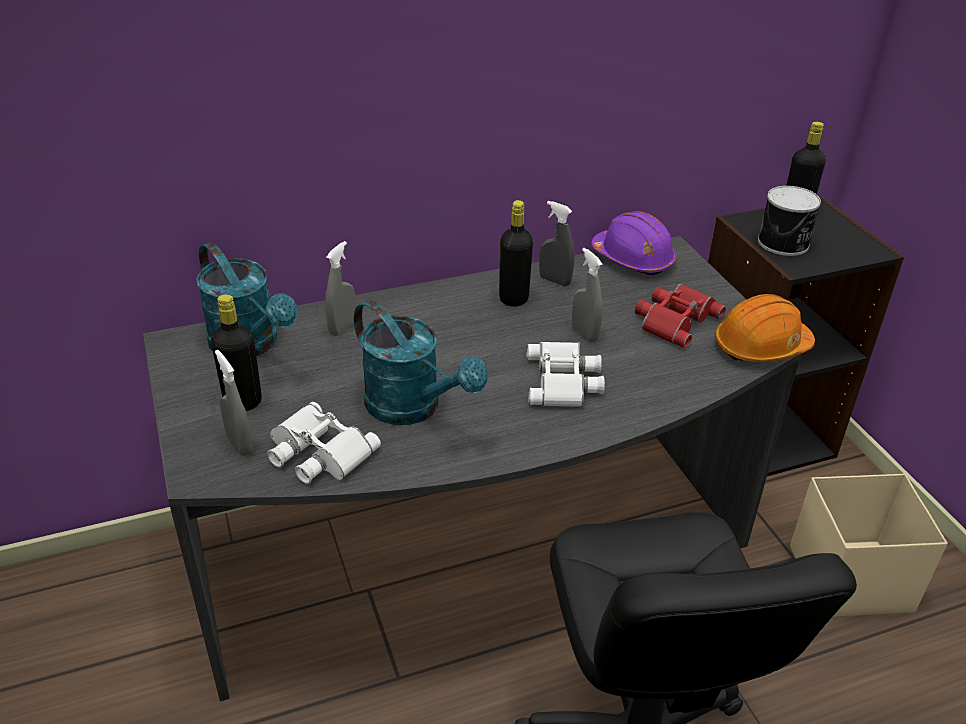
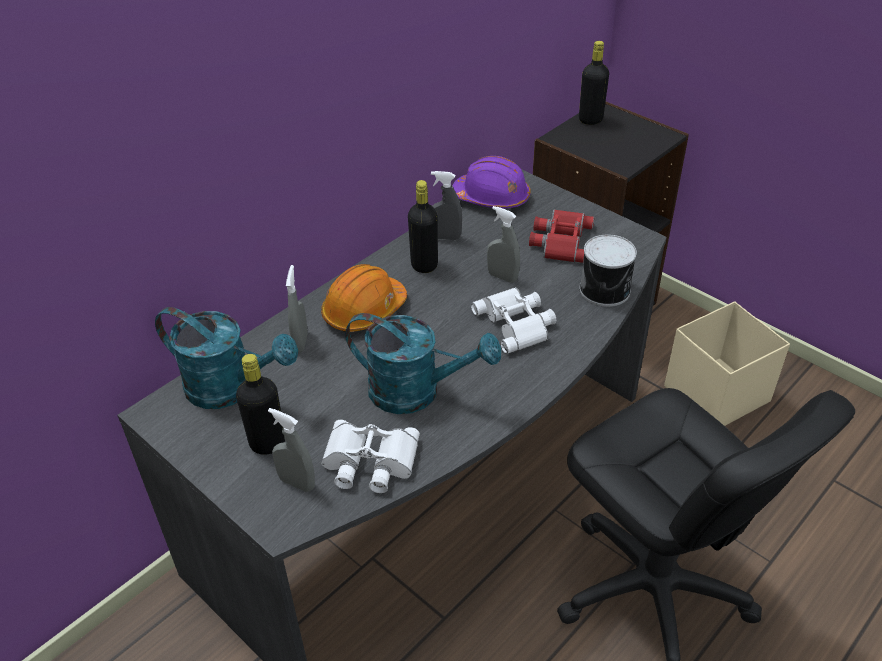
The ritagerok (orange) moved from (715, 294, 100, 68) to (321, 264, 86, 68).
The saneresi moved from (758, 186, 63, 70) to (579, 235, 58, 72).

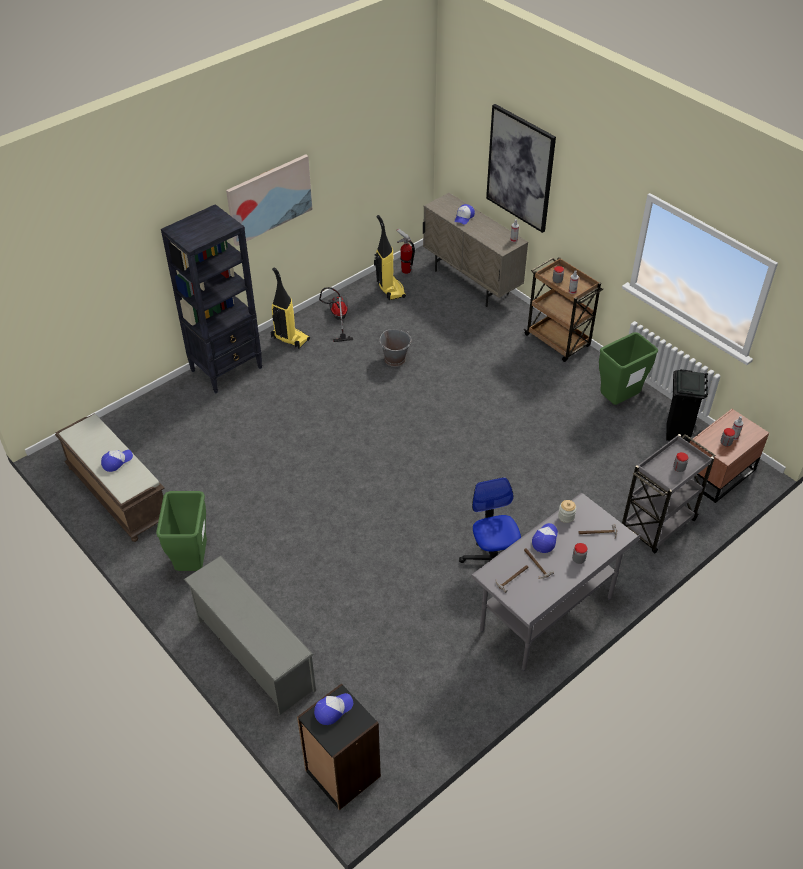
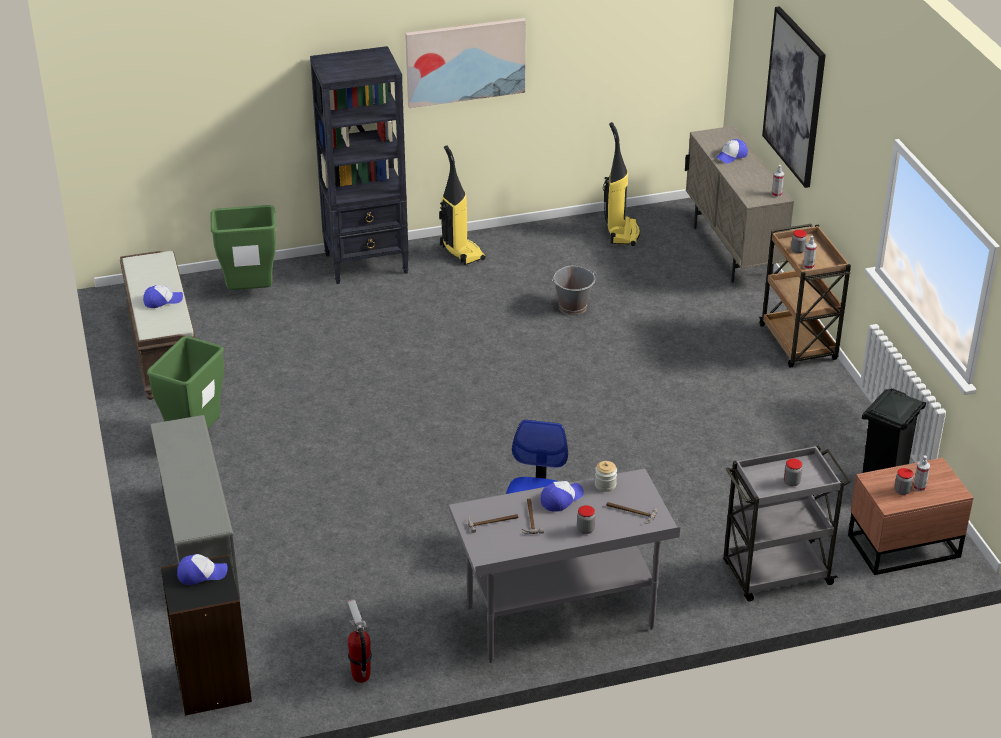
The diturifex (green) moved from (599, 332, 59, 73) to (210, 205, 66, 85).
The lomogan moved from (396, 229, 19, 45) to (347, 599, 25, 84).
The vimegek at (319, 287, 34, 55) disappeared.

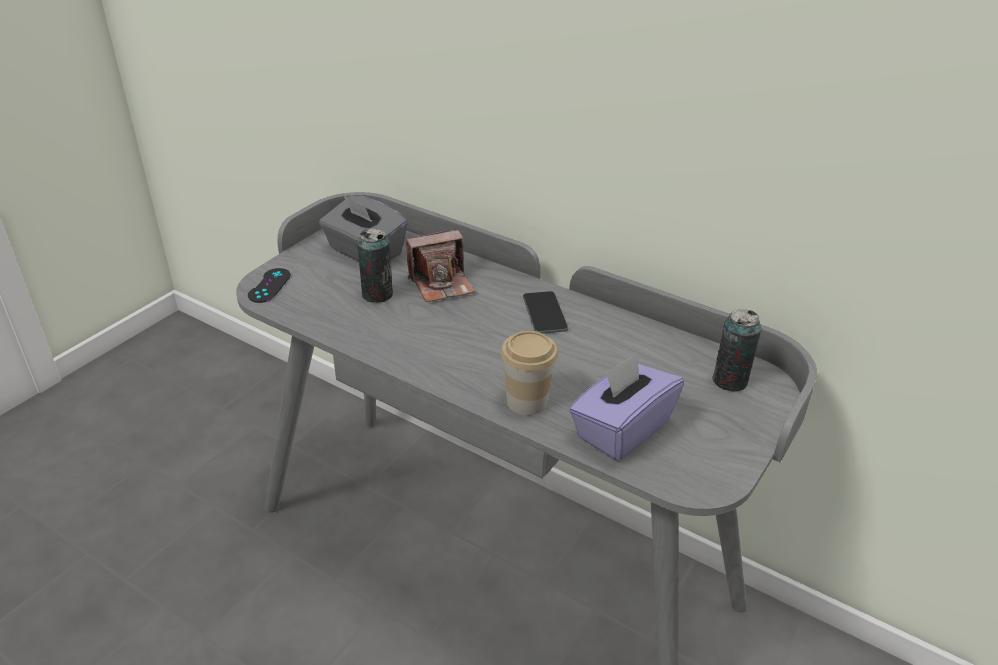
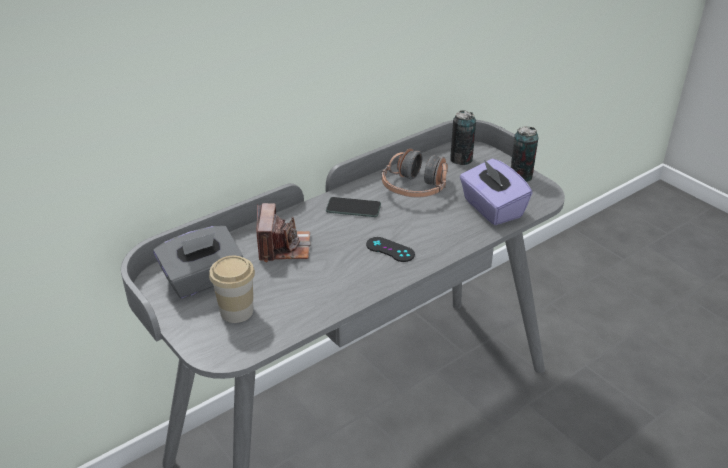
The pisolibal moved from (501, 331, 57, 84) to (209, 256, 46, 67).
The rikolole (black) moved from (248, 268, 43, 35) to (366, 237, 49, 25).
The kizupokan at (381, 148, 67, 50) appeared.
The saneresi moved from (357, 228, 36, 75) to (511, 126, 28, 56).

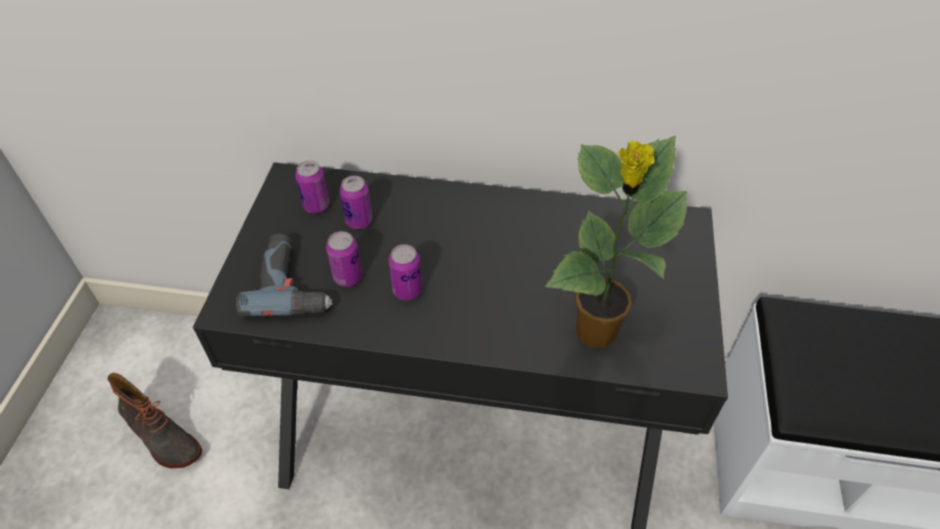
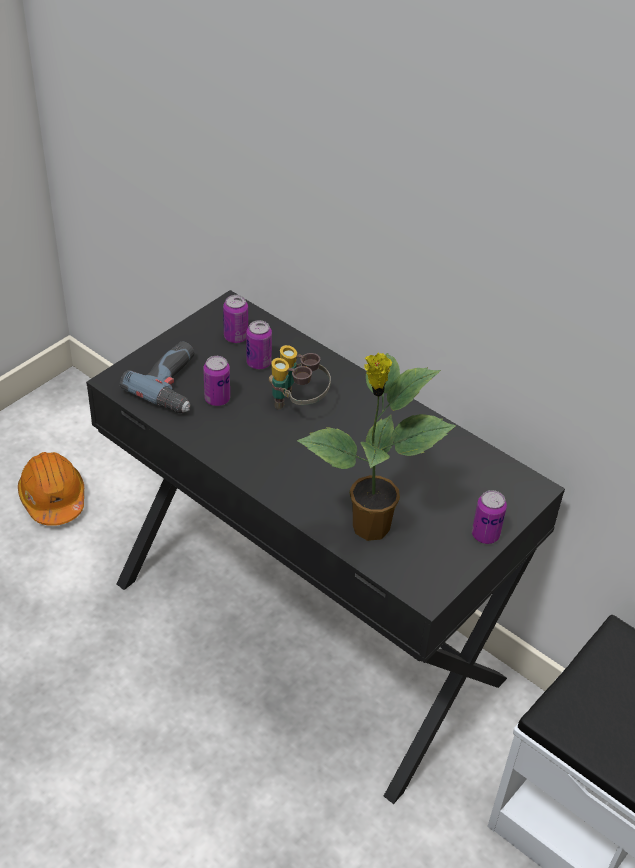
The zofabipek at (107, 373, 95, 95) was replaced by the ritagerok (orange) at (18, 452, 66, 74).
The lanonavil at (269, 345, 62, 65) appeared.
The saneresi moved from (389, 244, 33, 56) to (472, 490, 35, 54).

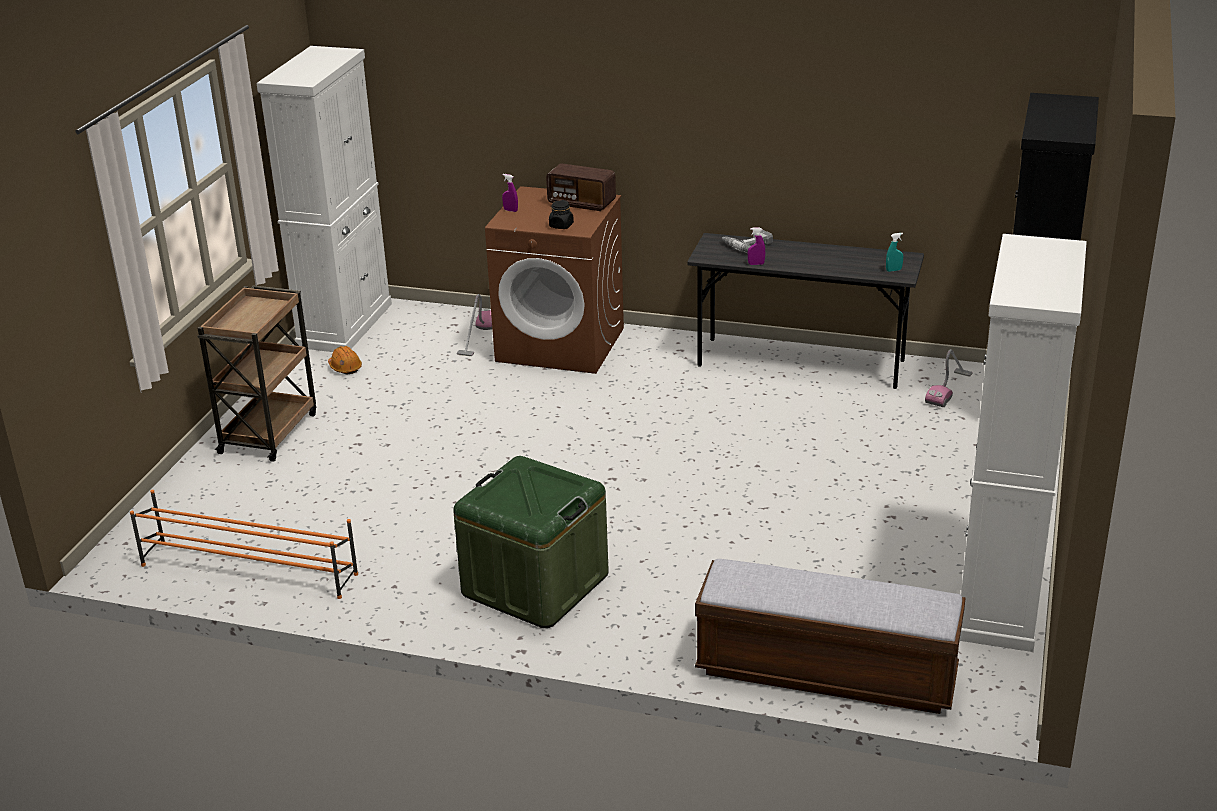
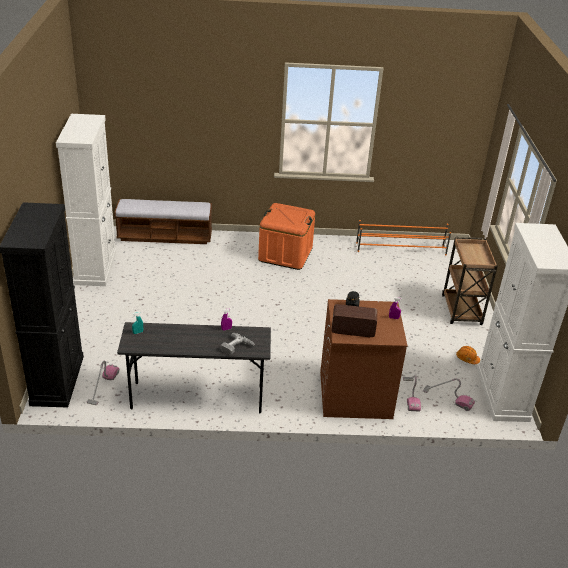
The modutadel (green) at (453, 456, 156, 172) became the modutadel (orange) at (258, 203, 57, 67).
The vimegek at (423, 378, 52, 33) appeared.

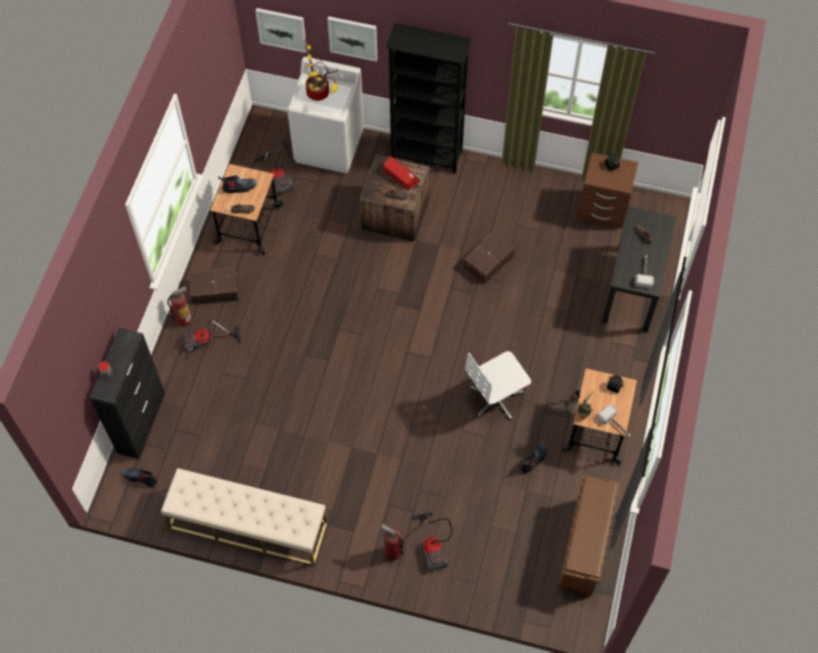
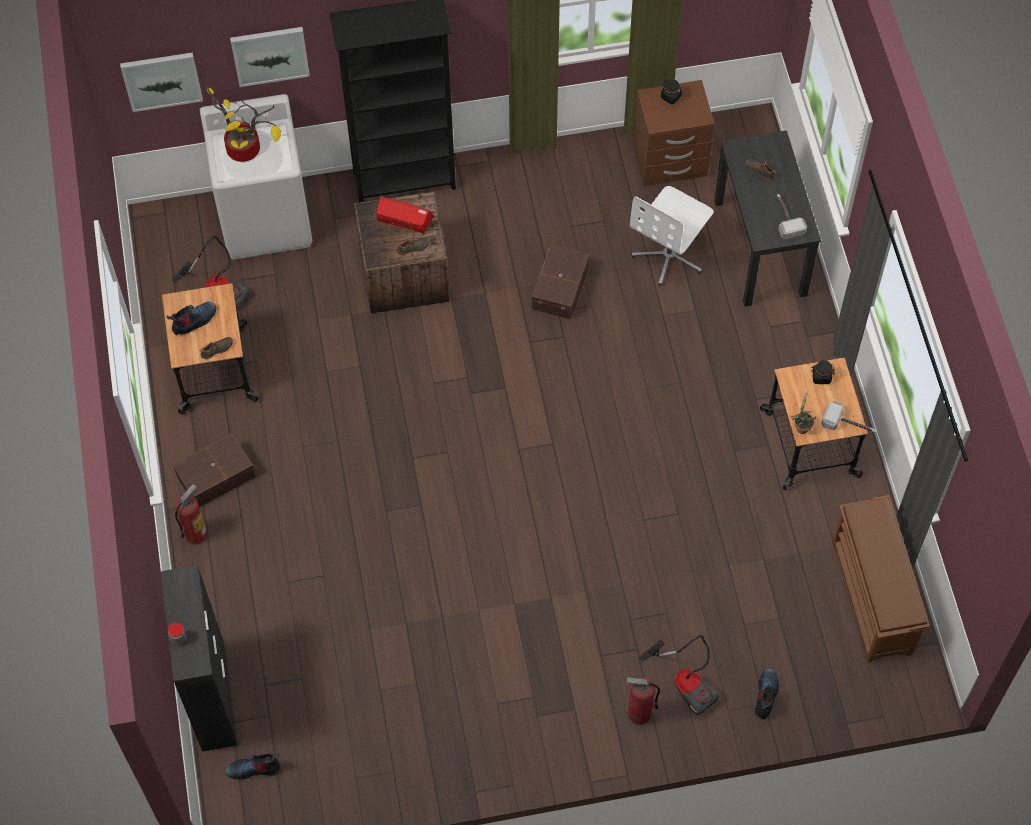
The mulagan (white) moved from (465, 351, 66, 69) to (630, 186, 84, 100).
The zofabipek moved from (520, 444, 26, 29) to (755, 669, 24, 50).
The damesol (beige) at (161, 468, 167, 98) disappeared.
The vimegek at (182, 319, 59, 33) disappeared.

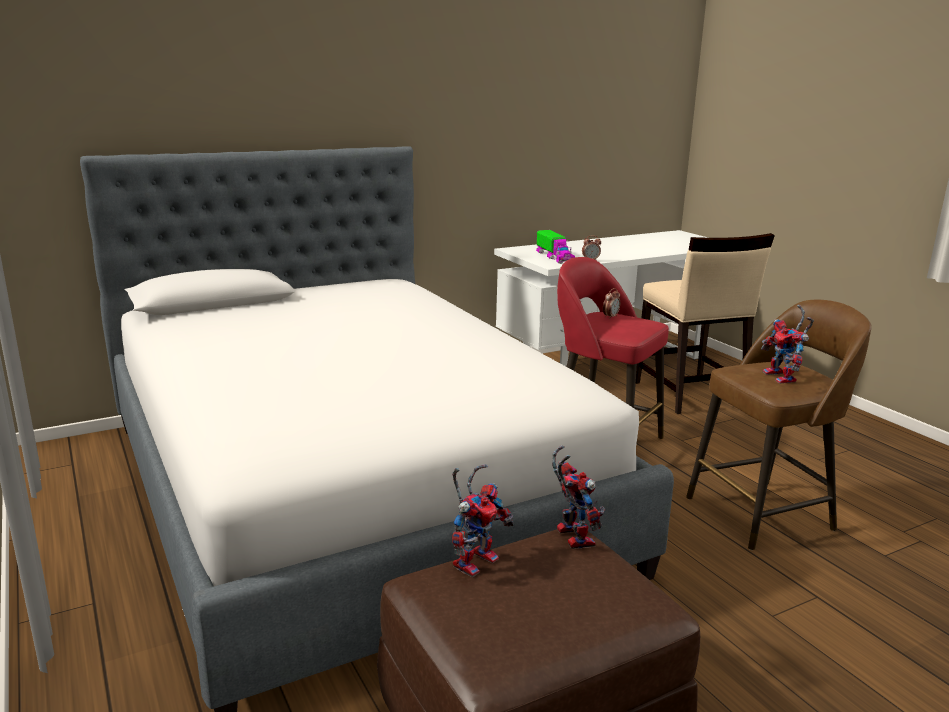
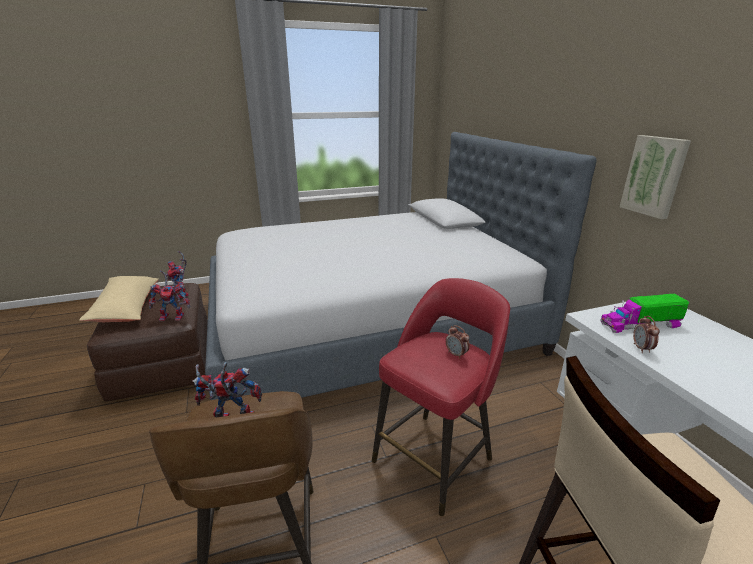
The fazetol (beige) at (79, 276, 80, 46) appeared.
The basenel at (620, 135, 71, 84) appeared.

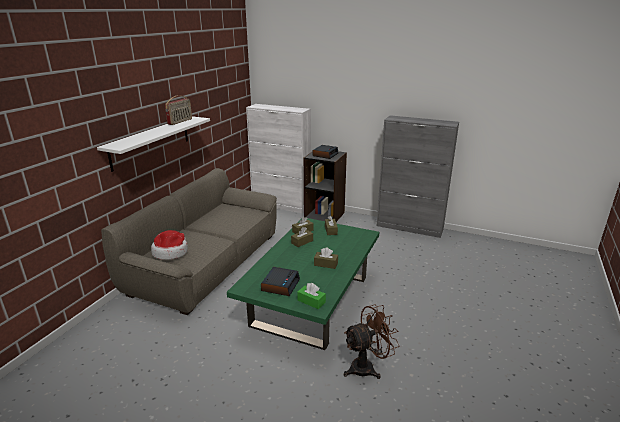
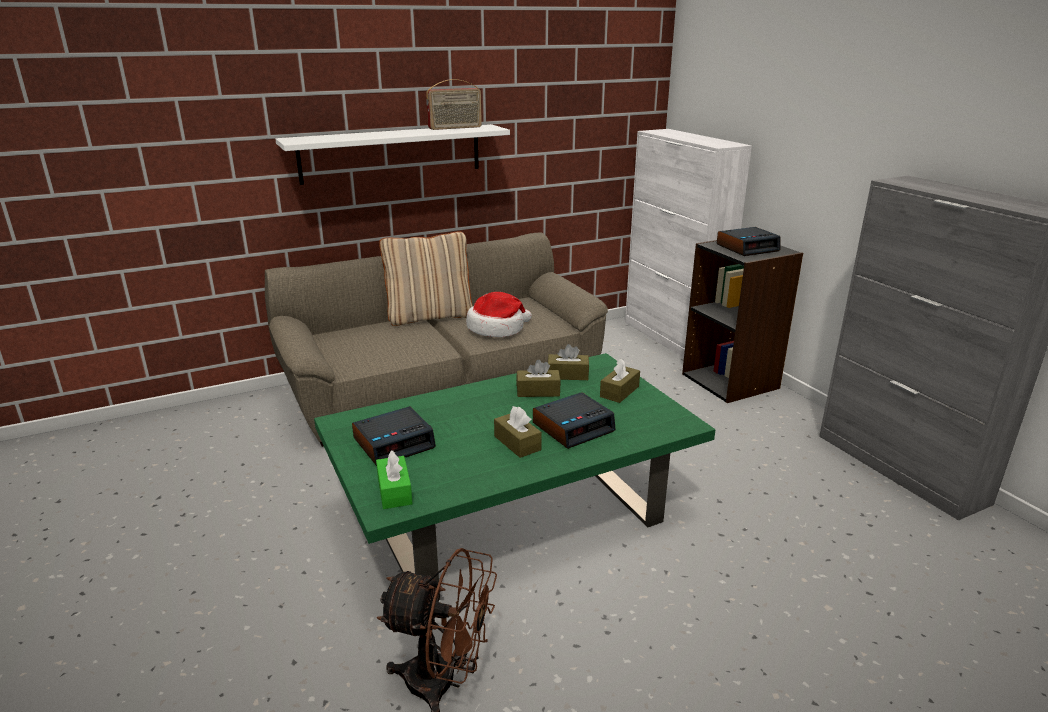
The fazetol (beige) at (379, 231, 94, 95) appeared.
The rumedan moved from (151, 230, 37, 30) to (466, 292, 66, 45).
The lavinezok at (533, 392, 83, 57) appeared.

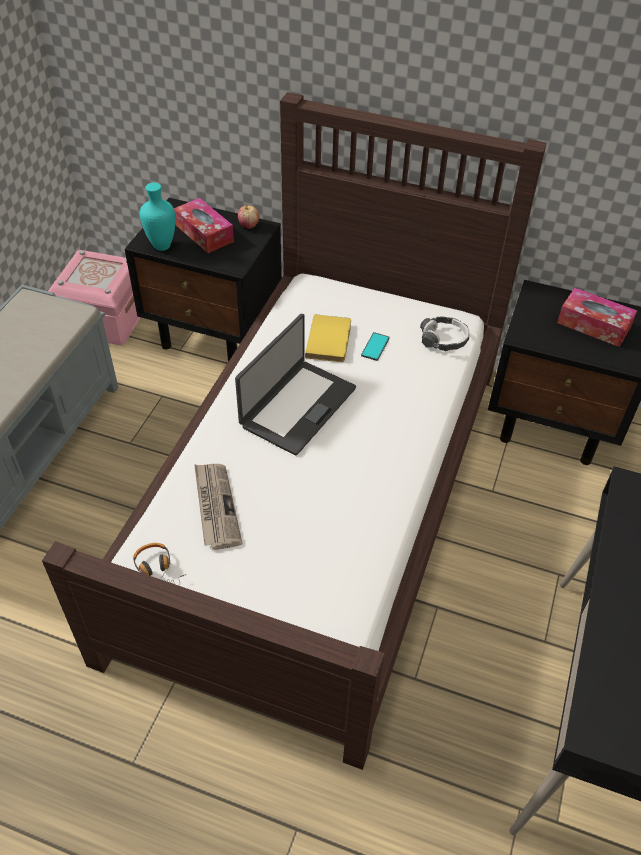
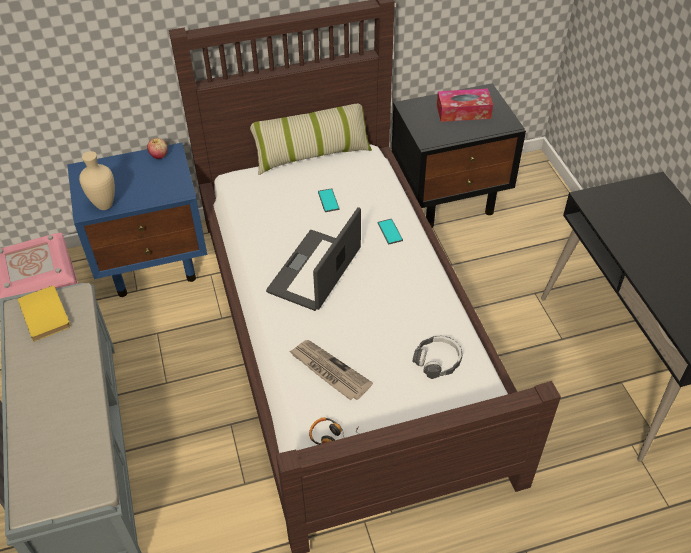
The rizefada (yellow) moved from (305, 314, 46, 48) to (17, 286, 54, 56).
The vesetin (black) at (125, 198, 157, 164) became the vesetin (blue) at (67, 143, 140, 154).
The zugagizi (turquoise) at (140, 183, 35, 68) became the zugagizi (beige) at (79, 151, 36, 59).
The fazetol at (250, 104, 122, 71) appeared.
The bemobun at (235, 314, 121, 142) turned 150 degrees counterclockwise.
The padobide at (378, 219, 25, 25) appeared.
The kizupokan moved from (420, 316, 49, 35) to (413, 336, 50, 43).
The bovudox at (174, 198, 60, 55) disappeared.

